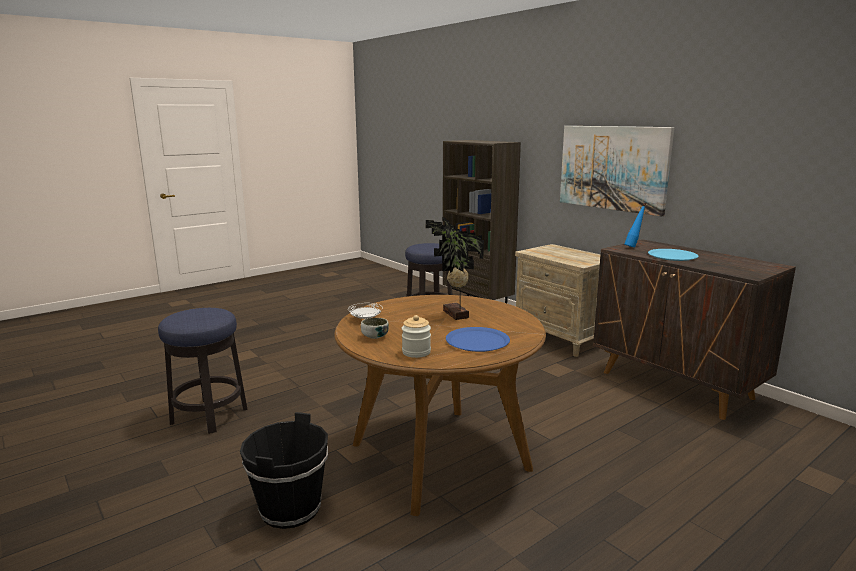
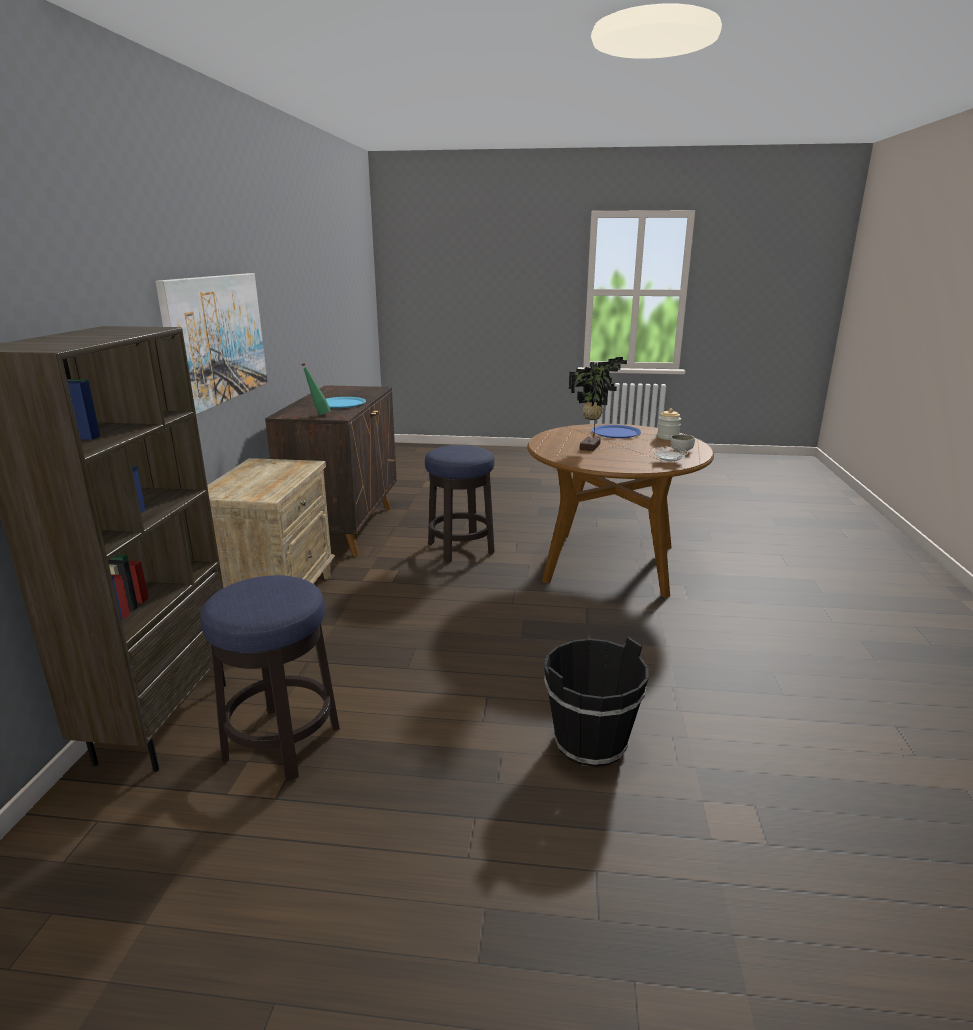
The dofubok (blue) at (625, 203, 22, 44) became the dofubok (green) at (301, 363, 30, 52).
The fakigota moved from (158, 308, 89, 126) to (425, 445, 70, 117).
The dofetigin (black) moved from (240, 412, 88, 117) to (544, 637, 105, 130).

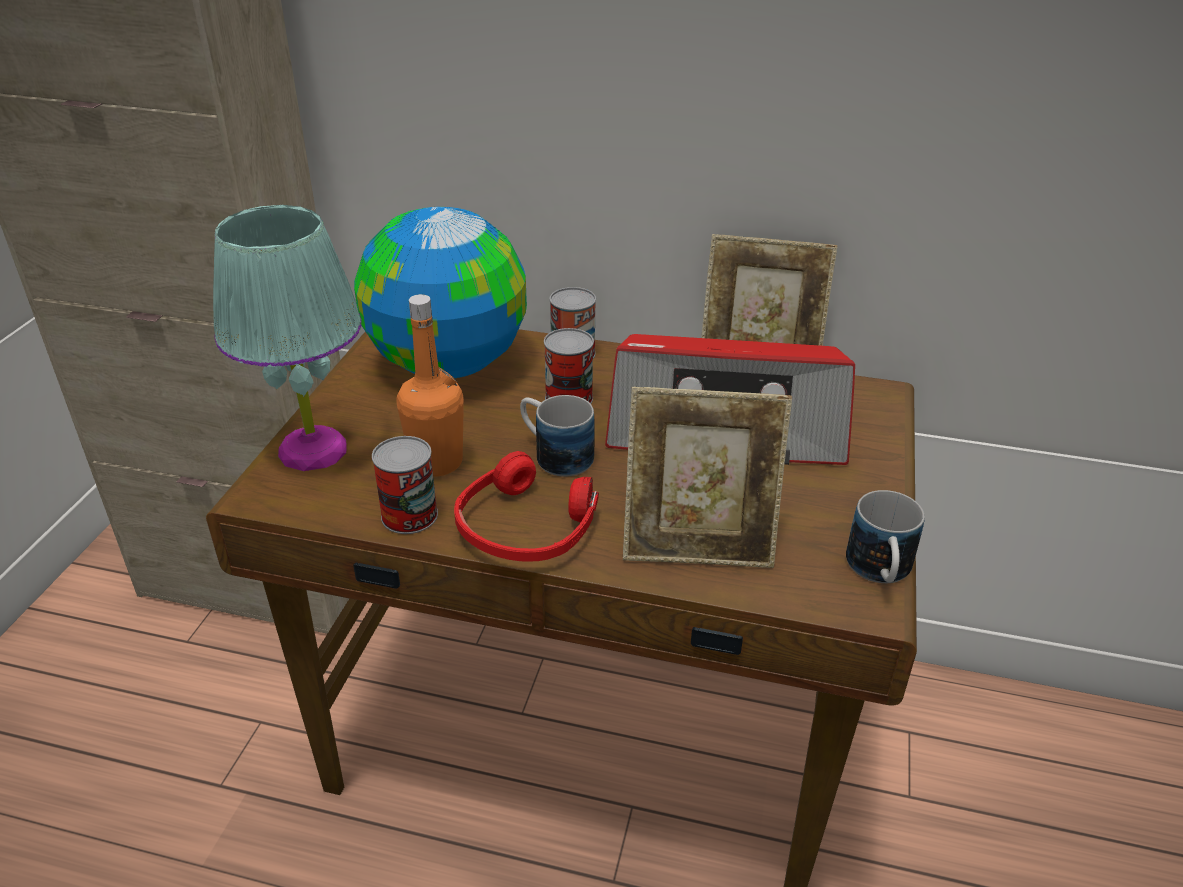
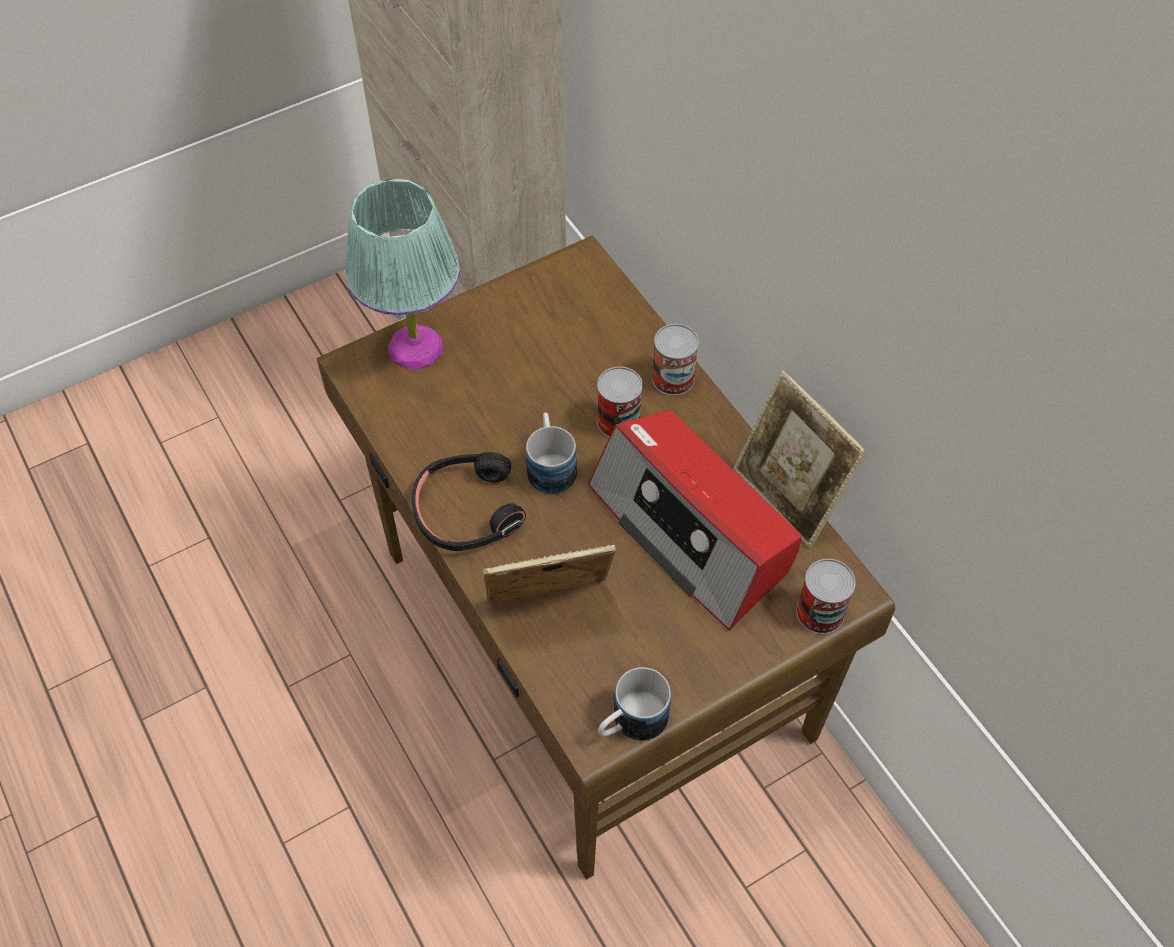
The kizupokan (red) at (454, 451, 145, 111) became the kizupokan (black) at (412, 452, 114, 99).
The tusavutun at (623, 387, 169, 181) turned 120 degrees clockwise.
The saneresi moved from (372, 436, 66, 98) to (796, 559, 60, 75).
The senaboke at (354, 207, 173, 171) disappeared.
The dofubok (orange) at (396, 294, 68, 183) disappeared.

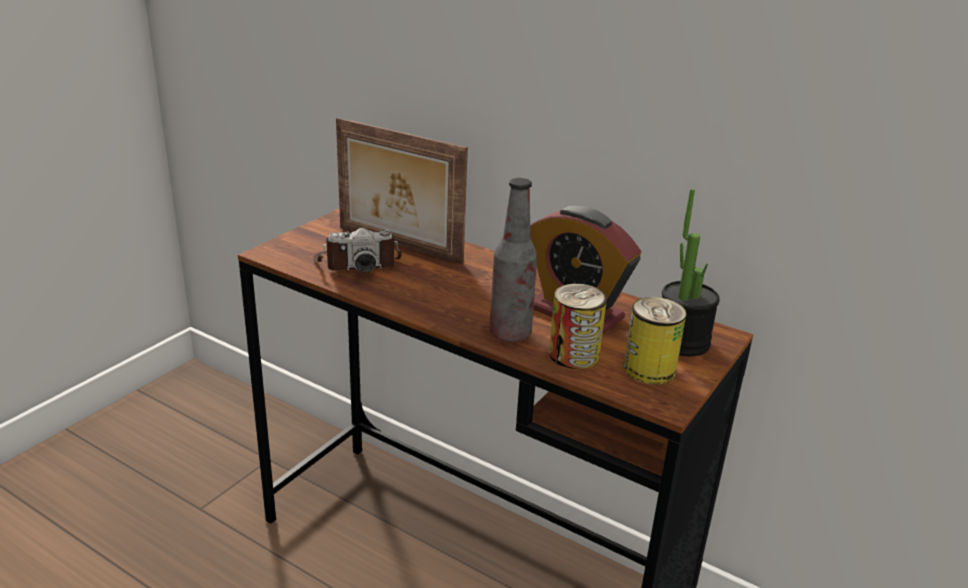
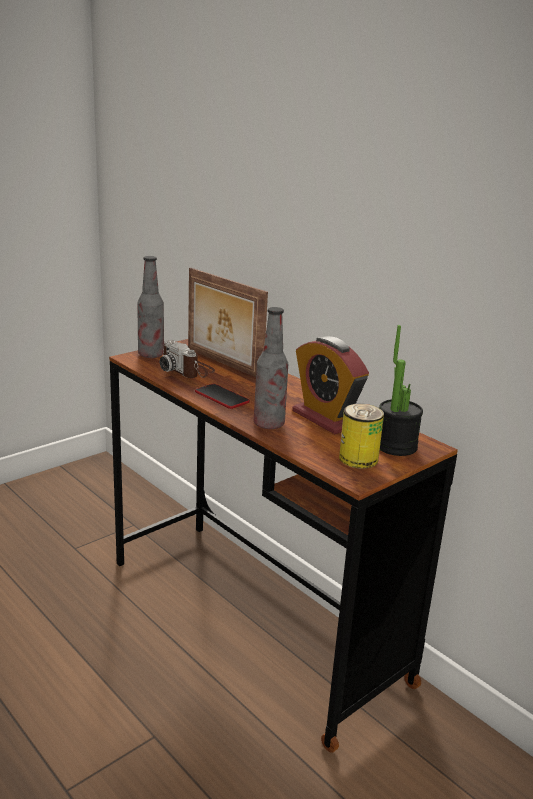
The dofubok at (137, 256, 27, 102) appeared.
The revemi at (313, 228, 89, 45) turned 45 degrees clockwise.
The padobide at (195, 384, 55, 25) appeared.
The saneresi at (549, 284, 58, 85) disappeared.

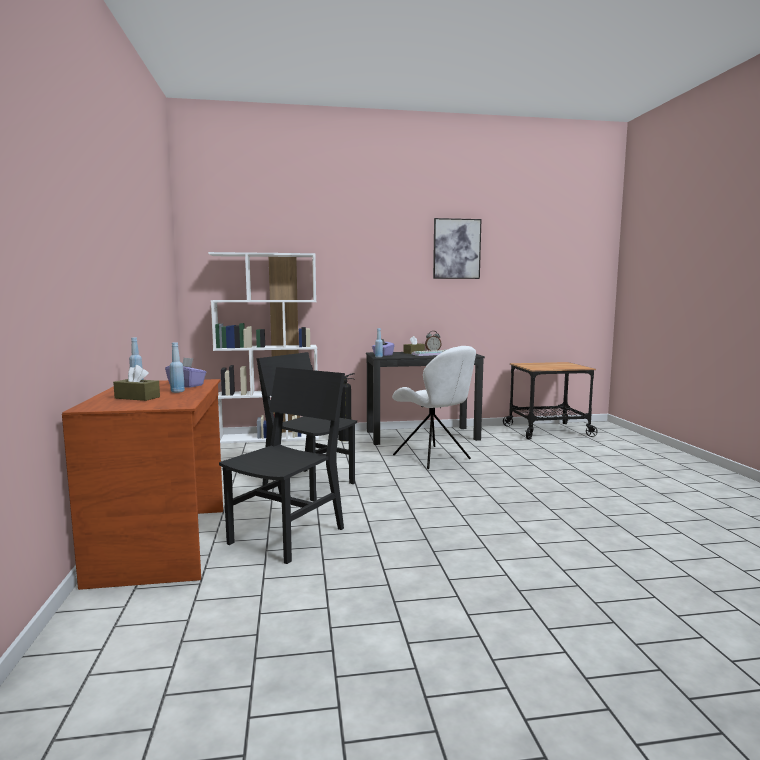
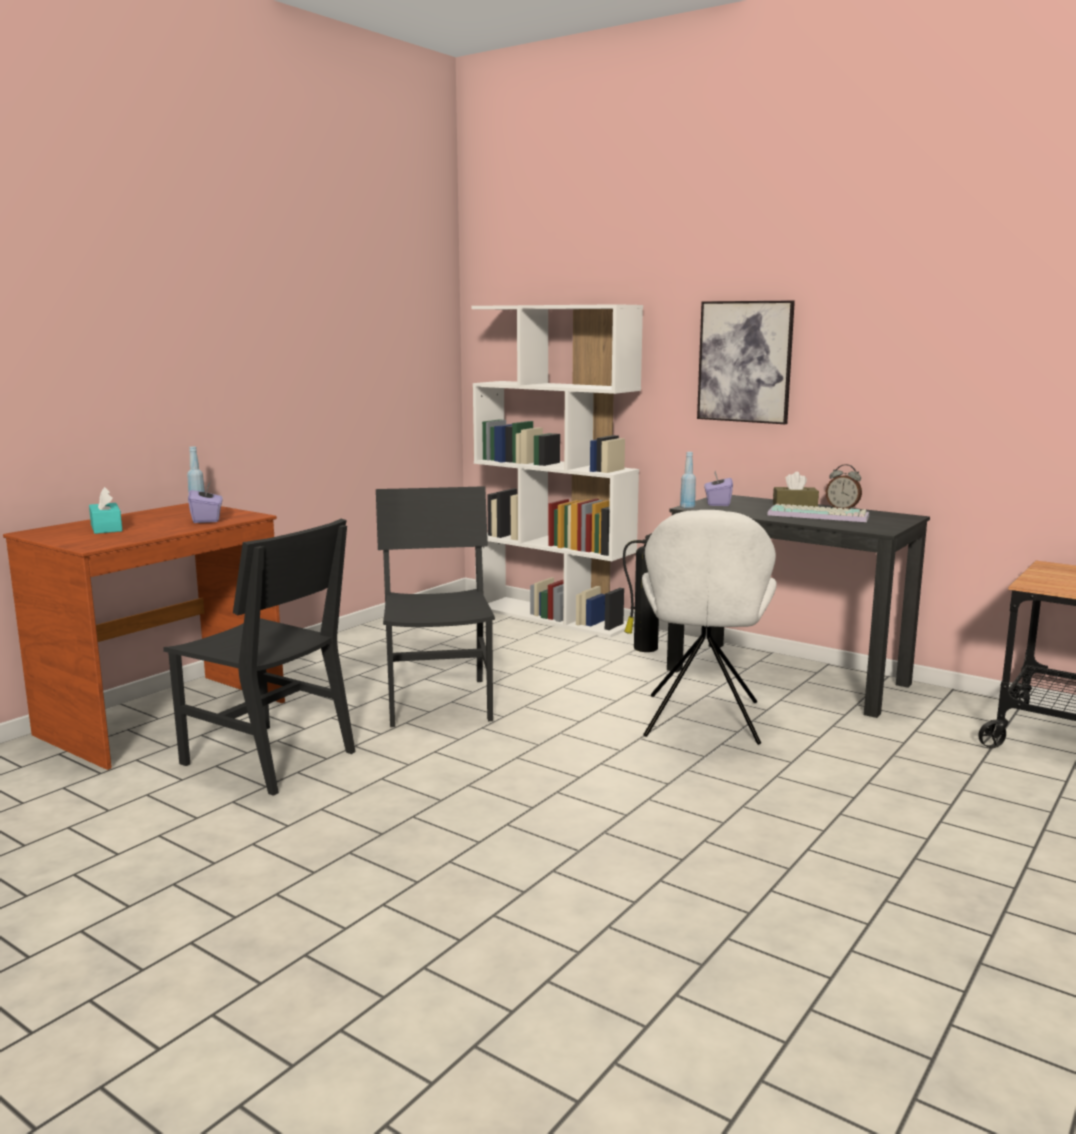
The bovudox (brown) at (113, 365, 47, 36) became the bovudox (turquoise) at (89, 487, 34, 47).
The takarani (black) at (219, 367, 126, 197) turned 45 degrees clockwise.
The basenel moved from (433, 218, 49, 61) to (697, 300, 98, 124).
The dofubok (blue) at (169, 342, 16, 51) disappeared.

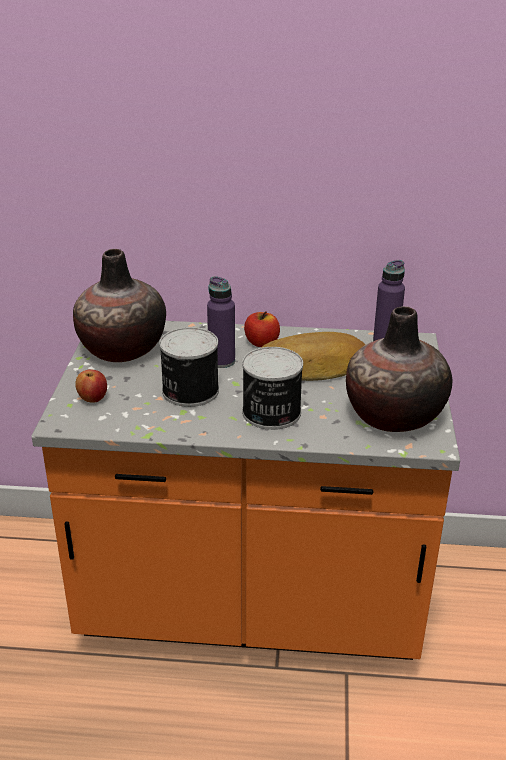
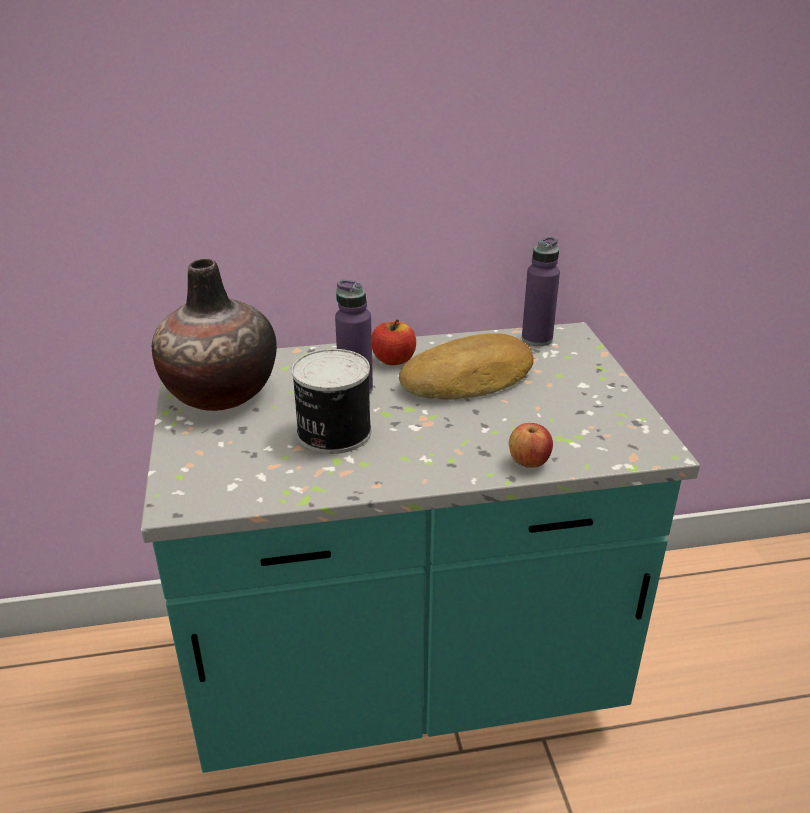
The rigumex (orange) at (31, 321, 429, 339) became the rigumex (turquoise) at (141, 322, 559, 451).
The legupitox moved from (75, 370, 32, 33) to (509, 423, 44, 45).
The saneresi at (242, 347, 61, 83) disappeared.
The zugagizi at (346, 306, 106, 126) disappeared.

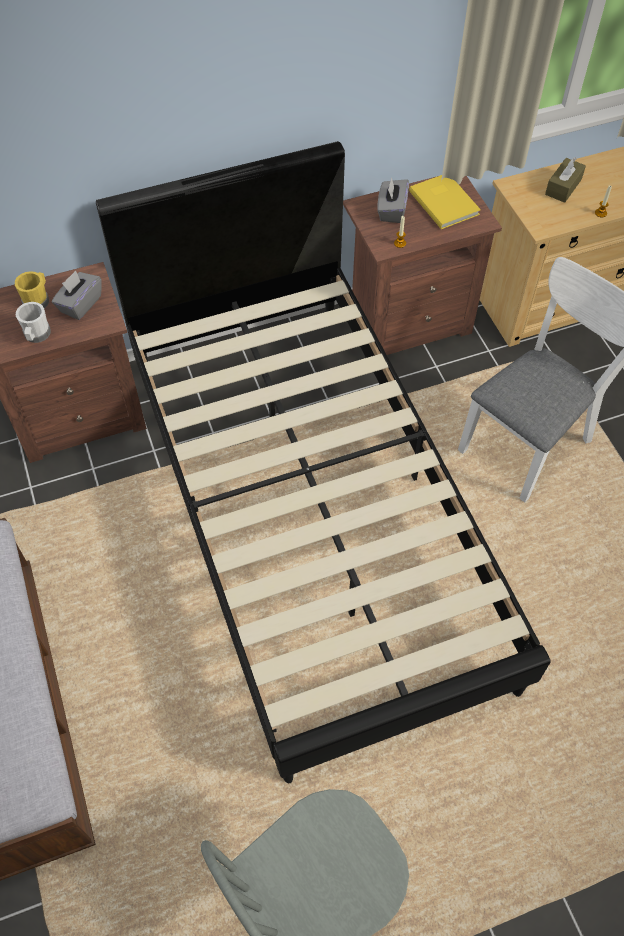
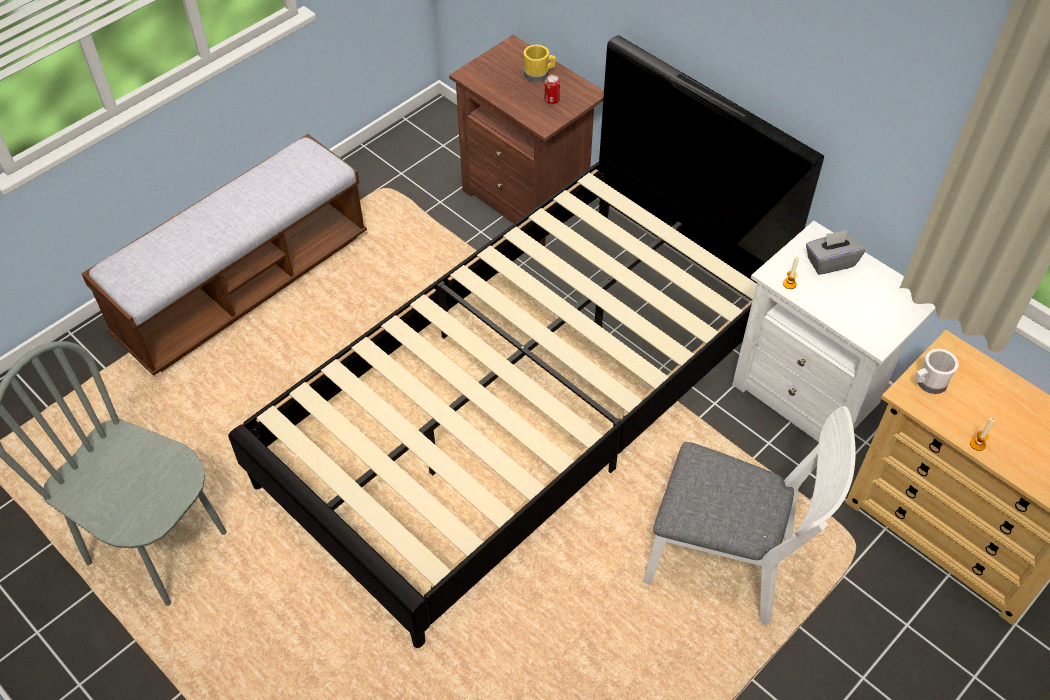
The bovudox (grey) at (52, 271, 50, 49) was replaced by the saneresi at (545, 74, 15, 30).
The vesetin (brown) at (343, 176, 159, 179) became the vesetin (white) at (732, 221, 204, 221).
The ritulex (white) moved from (16, 302, 35, 41) to (914, 349, 44, 45).
The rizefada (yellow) at (409, 175, 72, 54) disappeared.
The bovudox (brown) at (545, 157, 41, 46) disappeared.

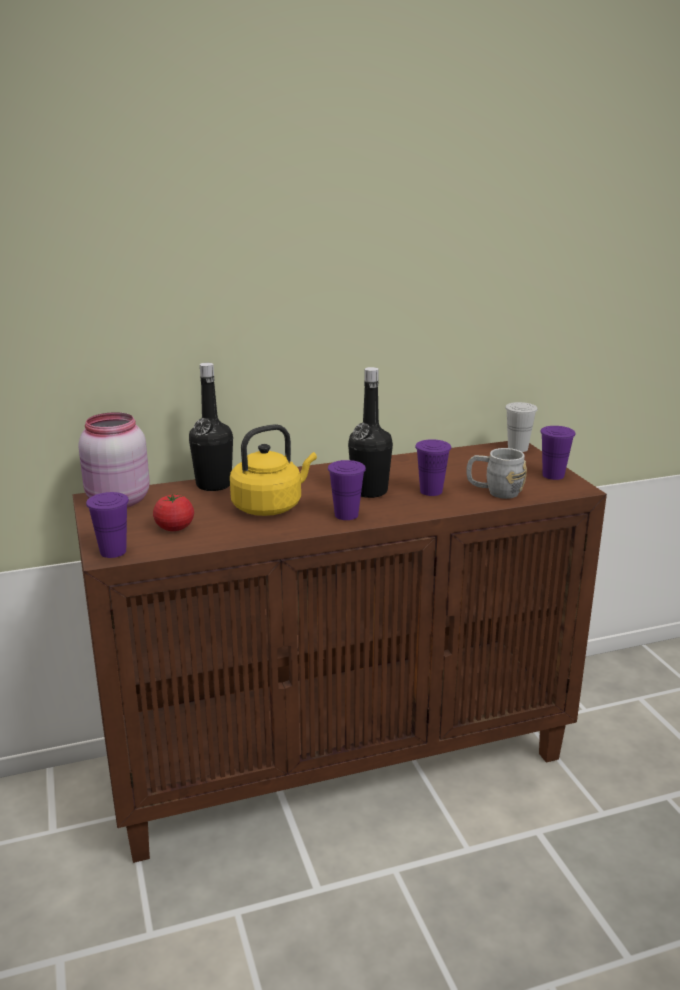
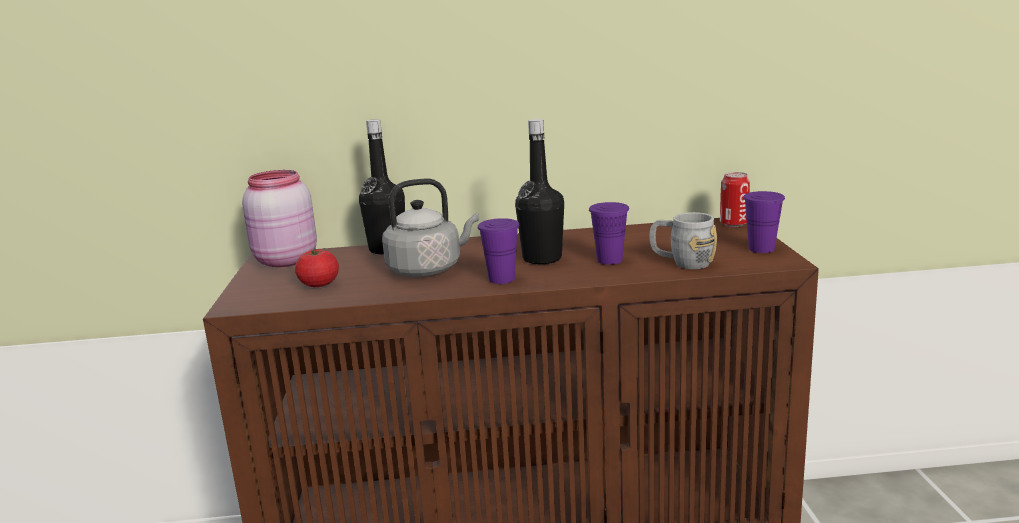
The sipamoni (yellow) at (230, 424, 87, 92) became the sipamoni (grey) at (382, 179, 97, 97).
The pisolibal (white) at (505, 402, 33, 50) was replaced by the saneresi at (720, 172, 30, 55).
The pisolibal (purple) at (86, 492, 43, 66) disappeared.

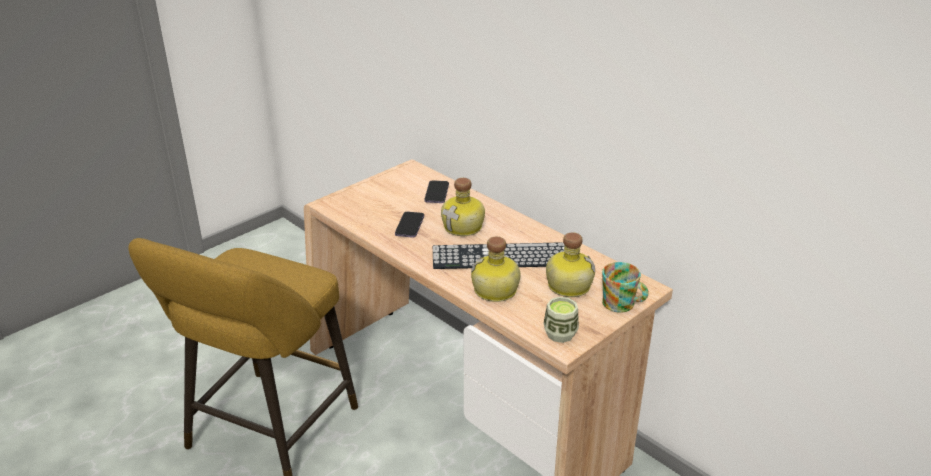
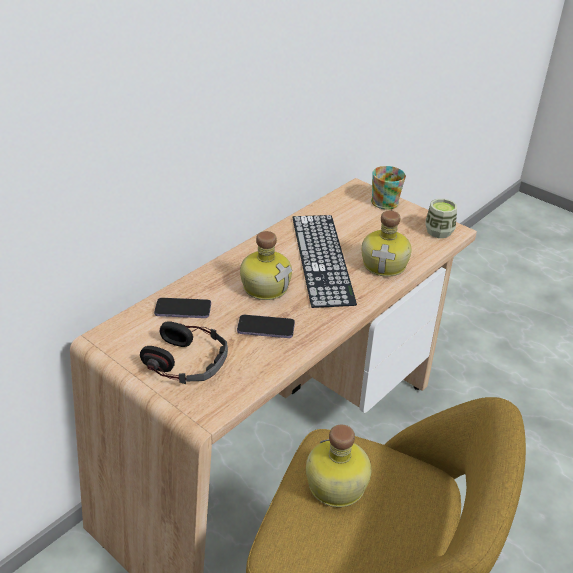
The kizupokan at (140, 321, 88, 63) appeared.
The dofubok moved from (546, 232, 49, 65) to (306, 424, 66, 83).

